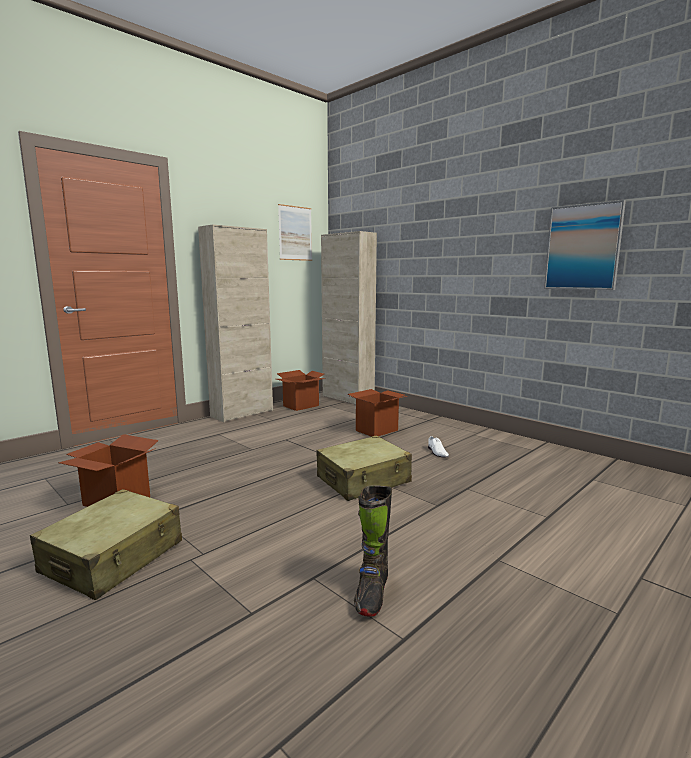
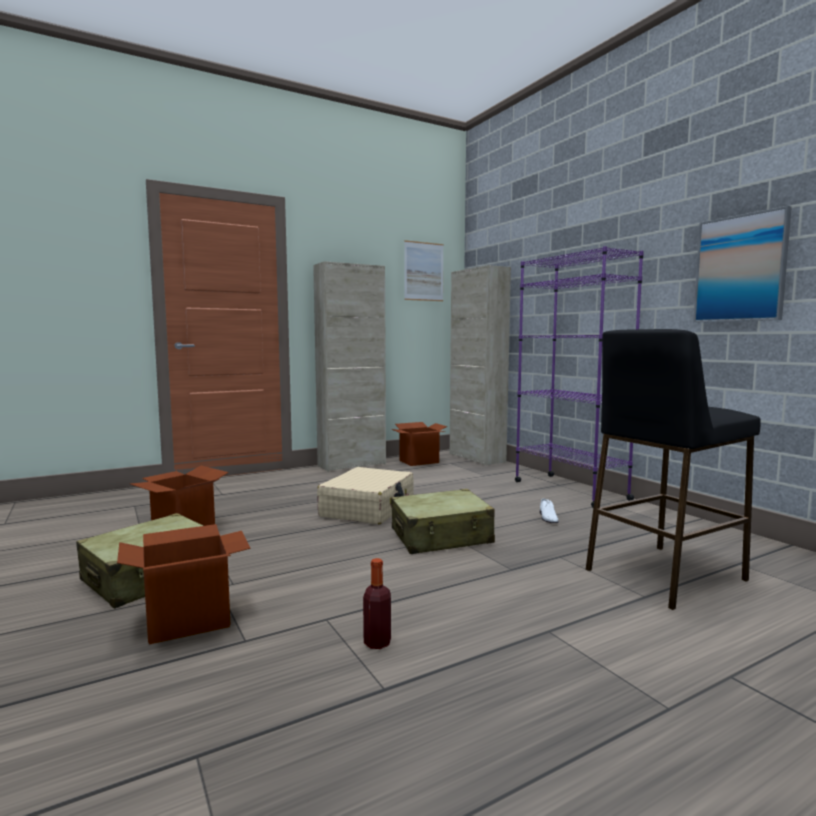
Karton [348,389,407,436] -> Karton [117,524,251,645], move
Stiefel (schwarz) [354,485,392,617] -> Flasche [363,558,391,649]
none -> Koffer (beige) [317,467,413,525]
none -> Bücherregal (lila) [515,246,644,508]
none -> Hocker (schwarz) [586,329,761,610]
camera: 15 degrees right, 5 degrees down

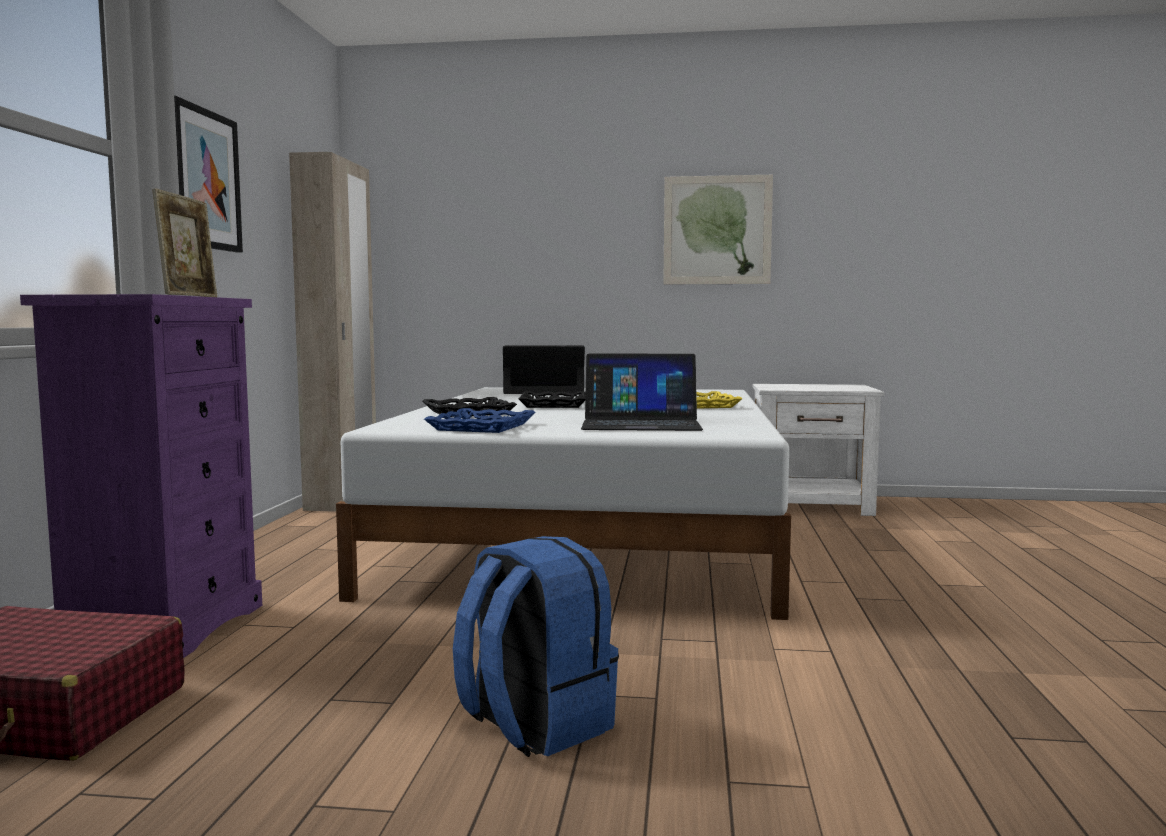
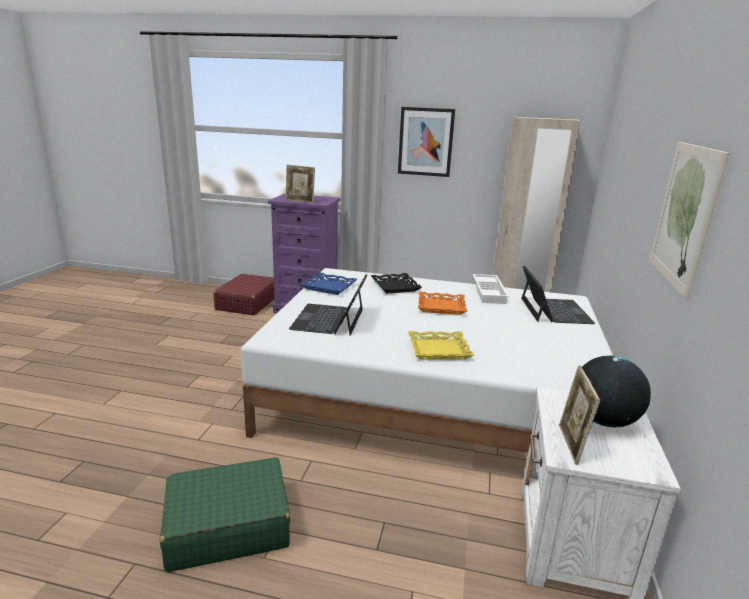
Rucksack (blau) [453,536,619,757] -> none
Tablett (schwarz) [518,391,586,408] -> Tablett (orange) [418,292,467,315]
none -> Koffer (grün) [160,457,290,572]
none -> Tablett (weiß) [473,274,509,304]
none -> Bilderrahmen [559,365,600,465]
none -> Globus [582,356,651,428]
camera: 95 degrees right, 15 degrees up

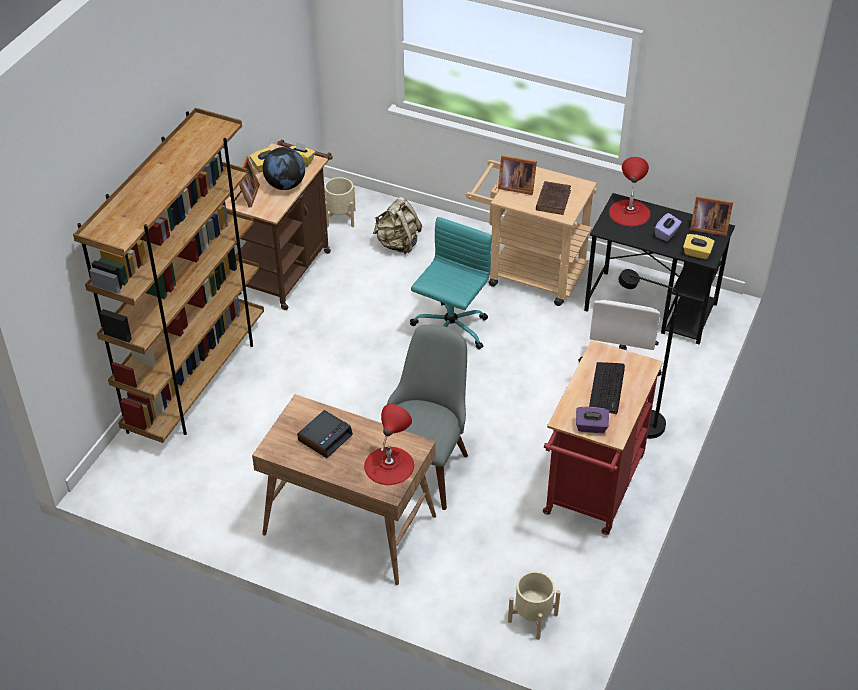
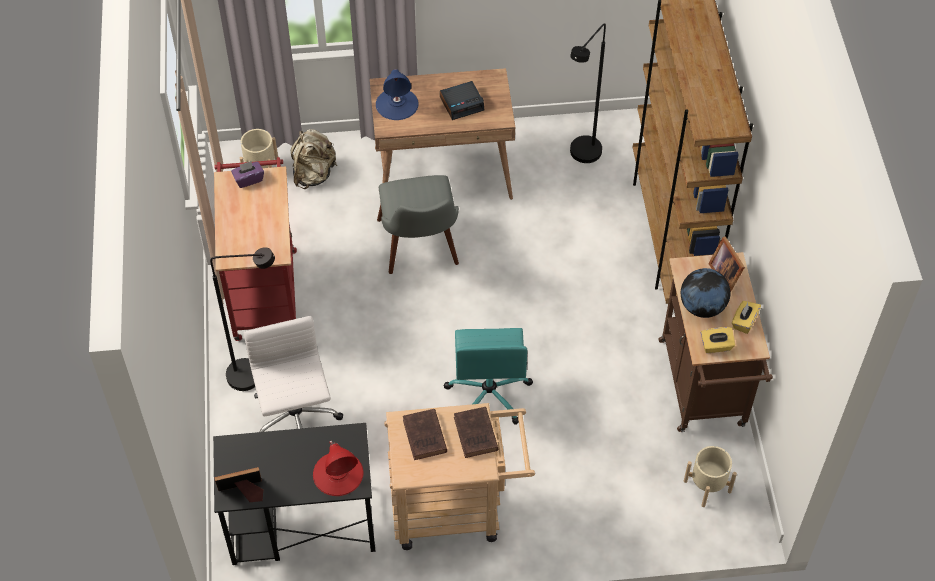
Wecker [297,410,353,458] -> Wecker [440,81,484,120], 120 degrees counterclockwise
Tischlampe (rot) [364,404,414,485] -> Tischlampe (blau) [376,69,419,120]
Rucksack (beige) [373,197,422,254] -> Rucksack (beige) [291,129,337,189], move
Bilderrahmen [498,155,537,195] -> Buch (braun) [454,407,498,458]
Tastatur [589,362,625,414] -> none
Taschentuchbox (lila) [655,213,682,241] -> none
Taschentuchbox (gelb) [683,234,715,259] -> none
none -> Stehlampe (schwarz) [570,23,606,163]
camera: 150 degrees right, 10 degrees up

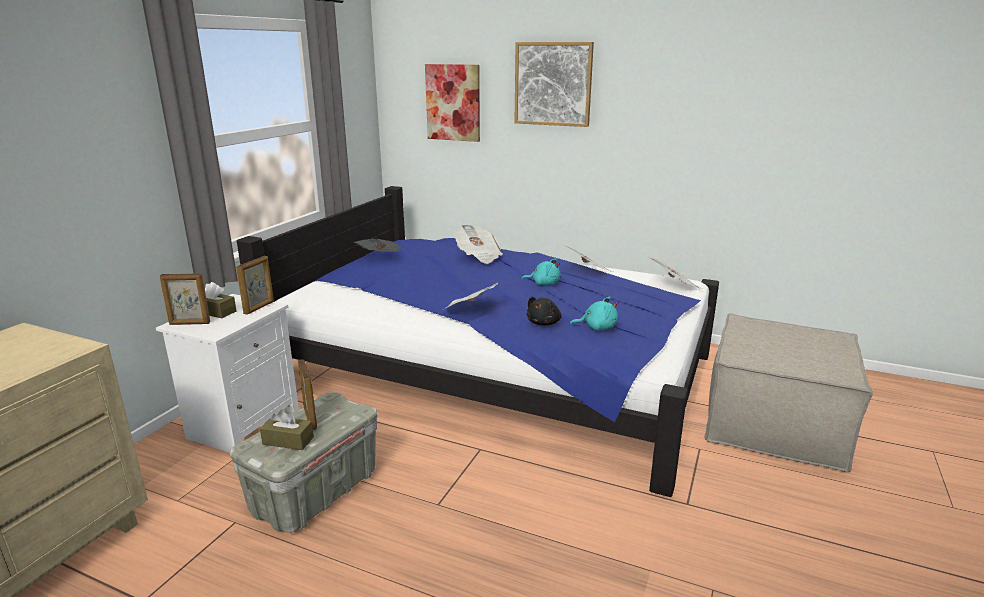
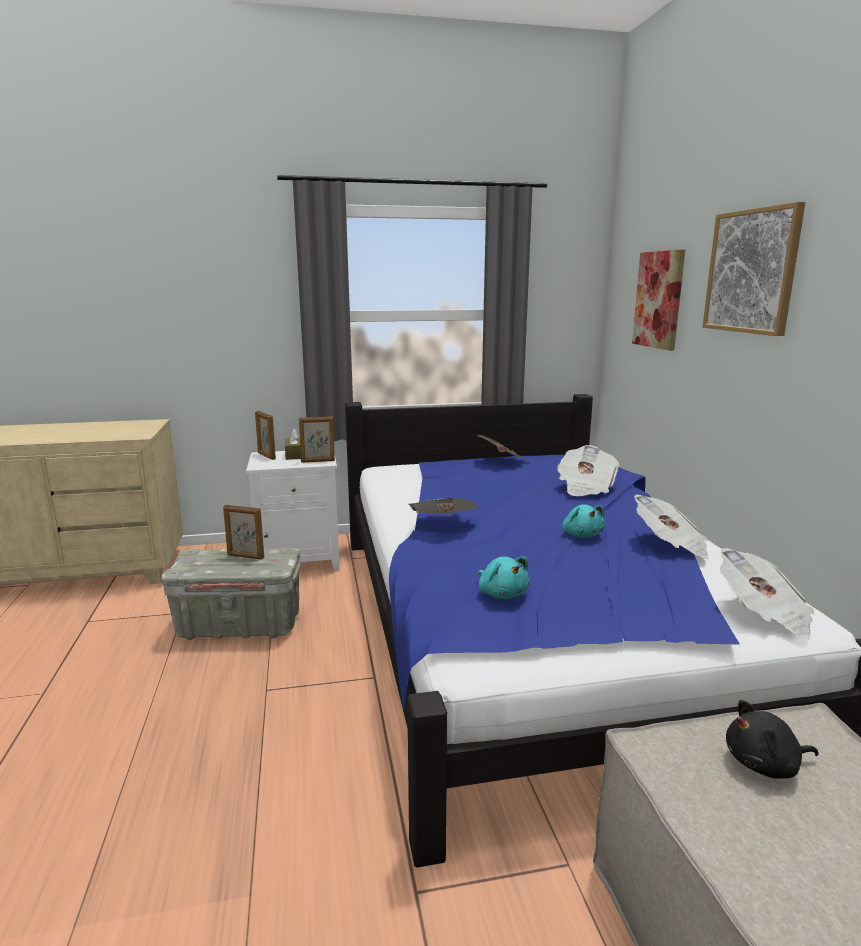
Taschentuchbox (braun) [260,409,314,450] -> none
Bilderrahmen [298,359,317,430] -> Bilderrahmen [223,505,264,560], 75 degrees clockwise
Plüschtier (schwarz) [527,297,561,325] -> Plüschtier (schwarz) [726,700,819,779], move
camera: 55 degrees right, 5 degrees down

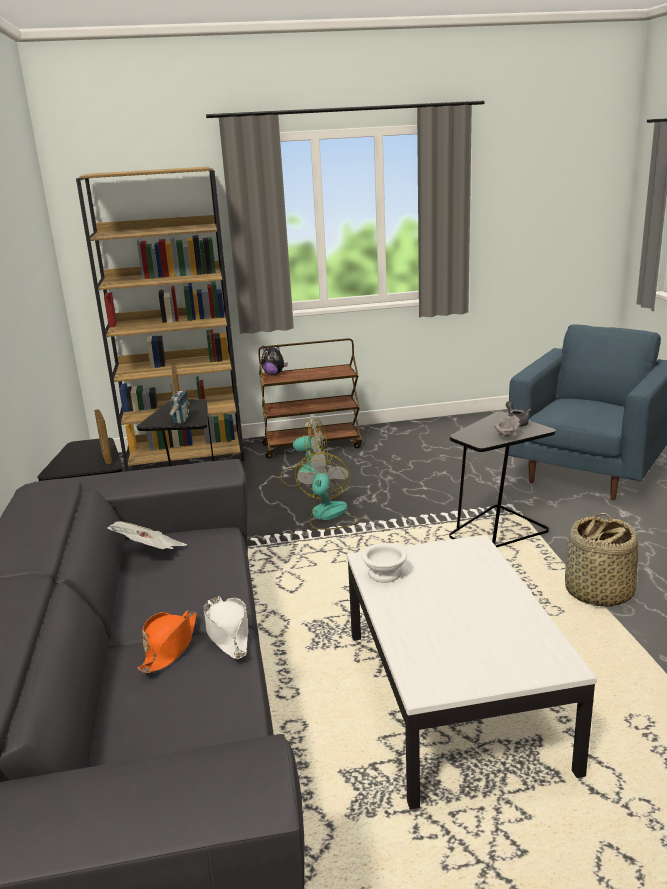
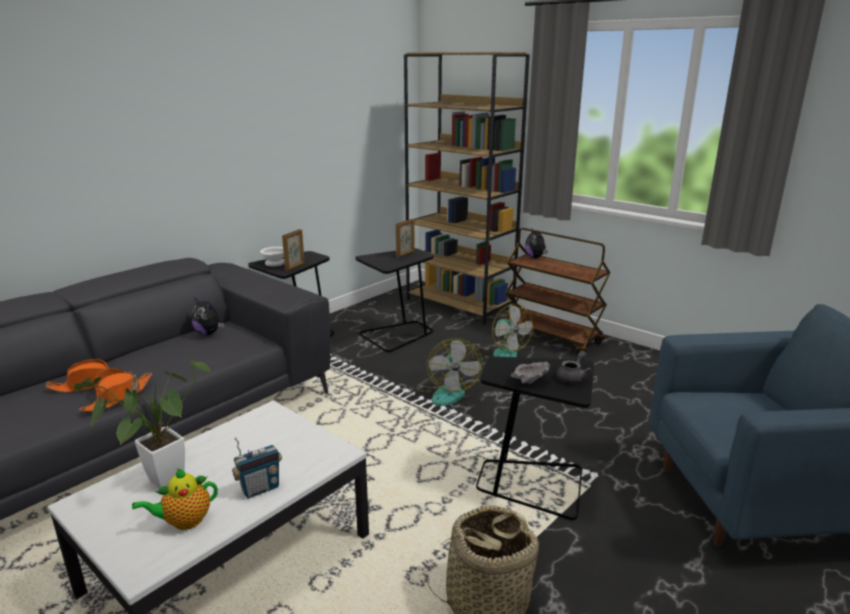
Zeitung [107,521,187,549] -> Plüschtier [191,297,224,335]
Radio [169,384,190,424] -> Radio [232,437,282,498], move
Hut (weiß) [203,596,248,659] -> Hut (orange) [79,368,152,412]
Ventilator [295,453,360,530] -> Ventilator [416,338,483,406], 120 degrees clockwise
Schüssel (weiß) [362,543,407,583] -> Schüssel (weiß) [260,247,284,267], move
none -> Topfpflanze [74,359,212,489]
none -> Teekanne [132,468,218,530]
camera: 50 degrees right, 0 degrees up

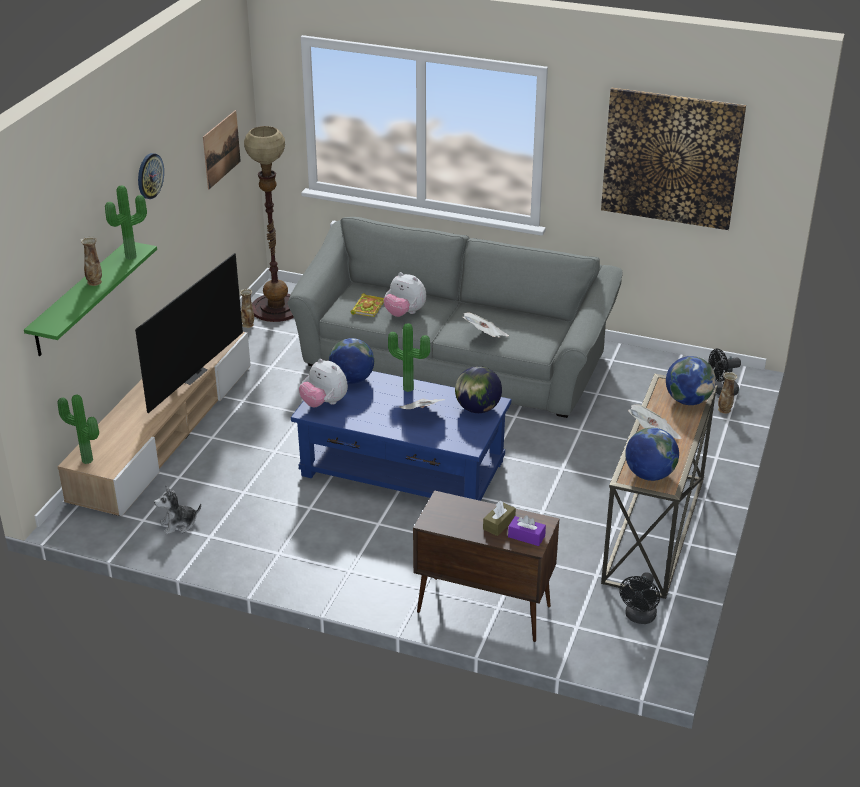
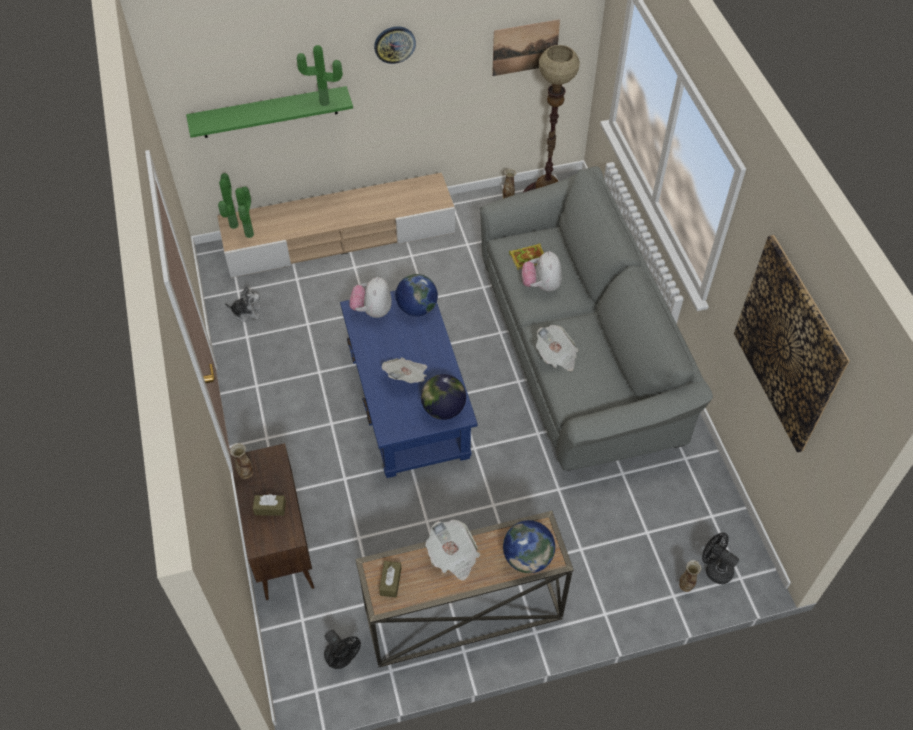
Vase [81,236,102,286] -> Vase [230,443,253,479], move
Fernseher [135,253,243,413] -> none
Plüschtier [154,485,201,535] -> Plüschtier [225,286,262,322], 150 degrees clockwise
Topfpflanze [388,323,430,392] -> Topfpflanze [235,187,254,238], move
Taschentuchbox (lila) [508,515,546,546] -> none
Ventilator (schwarz) [619,572,660,624] -> Ventilator (schwarz) [324,630,361,669], 120 degrees counterclockwise
Globus [625,428,679,481] -> Taschentuchbox (braun) [379,561,401,597]
camera: 55 degrees right, 20 degrees up

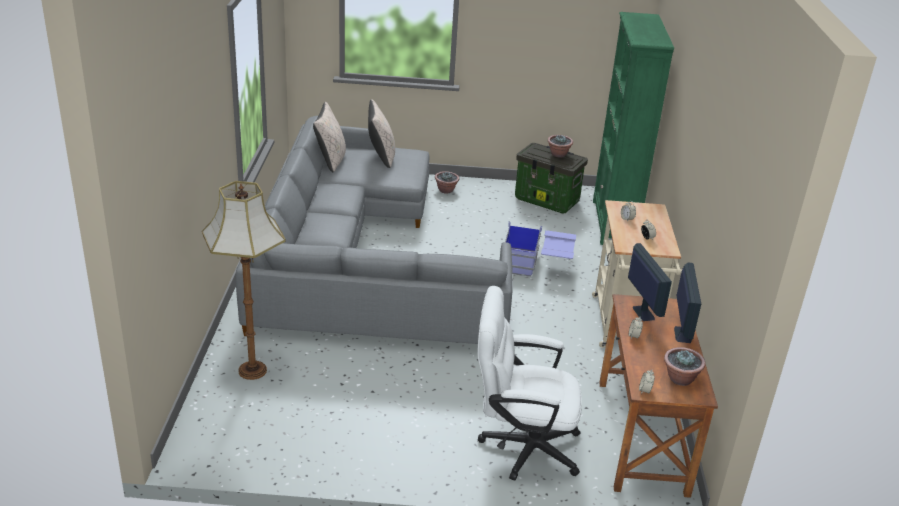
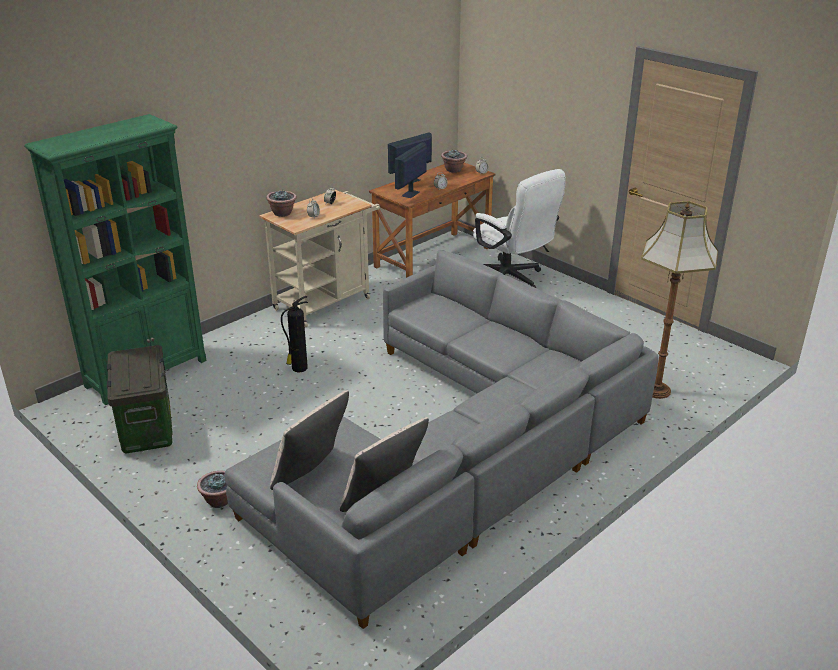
Aufbewahrungsbox (blau) [505,221,576,277] -> Feuerlöscher [281,296,308,372]
Topfpflanze [548,135,573,158] -> Topfpflanze [266,190,297,217], move
camera: 135 degrees left, 0 degrees up

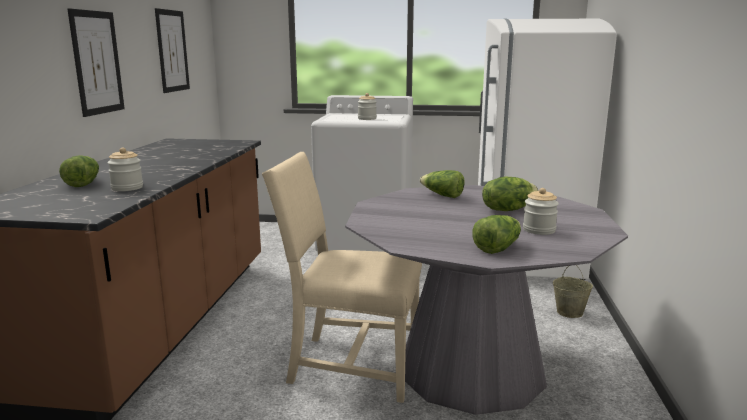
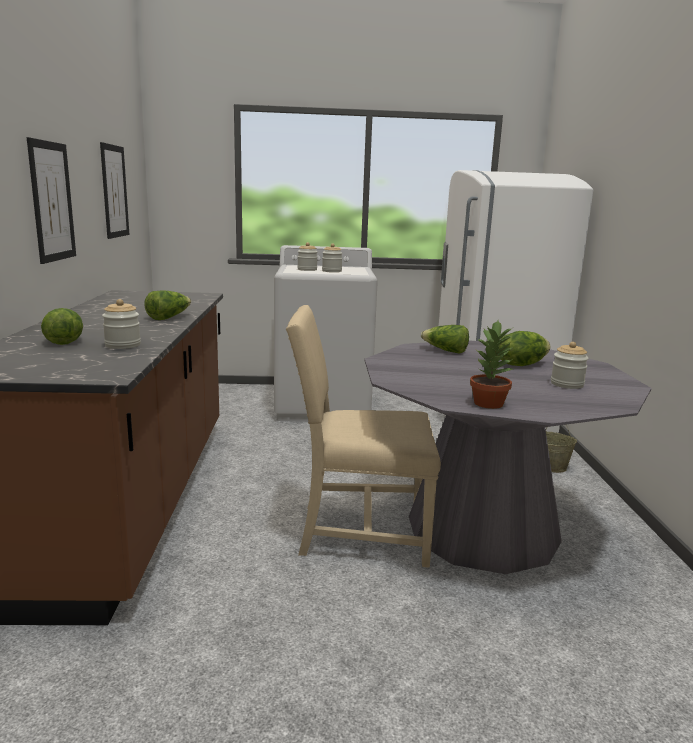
Salatkopf [473,215,521,254] -> Salatkopf [144,291,191,320], move
none -> Vorratsglas [297,242,317,271]
none -> Topfpflanze [470,321,513,409]
camera: 10 degrees left, 0 degrees up

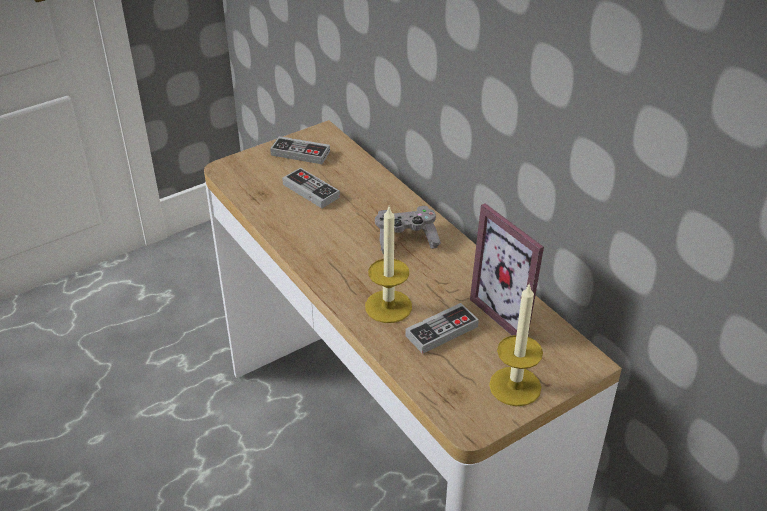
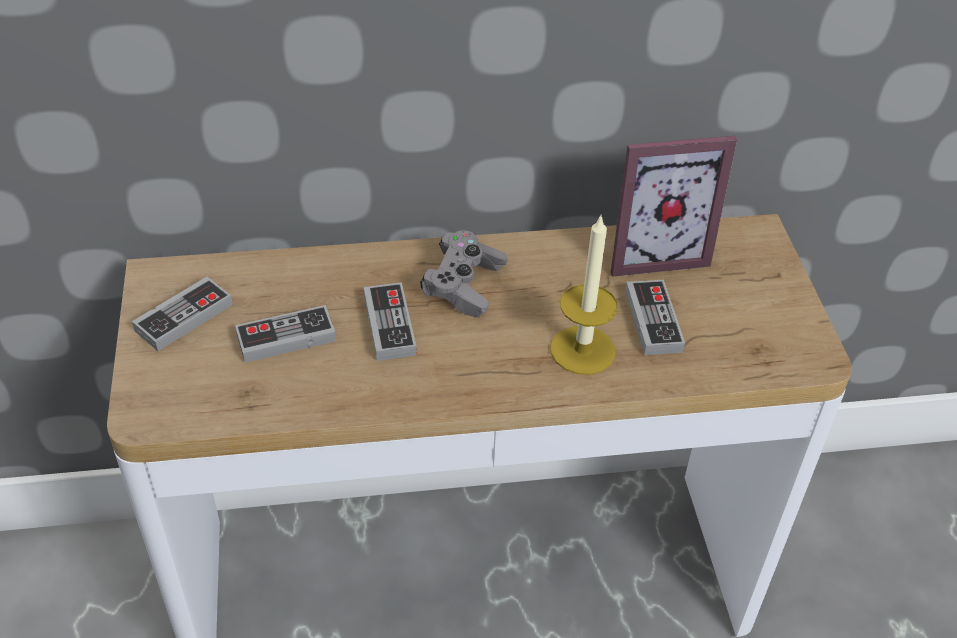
Kerze [489,283,543,406] -> none
none -> Gamepad [364,282,417,361]
camera: 65 degrees left, 5 degrees up

